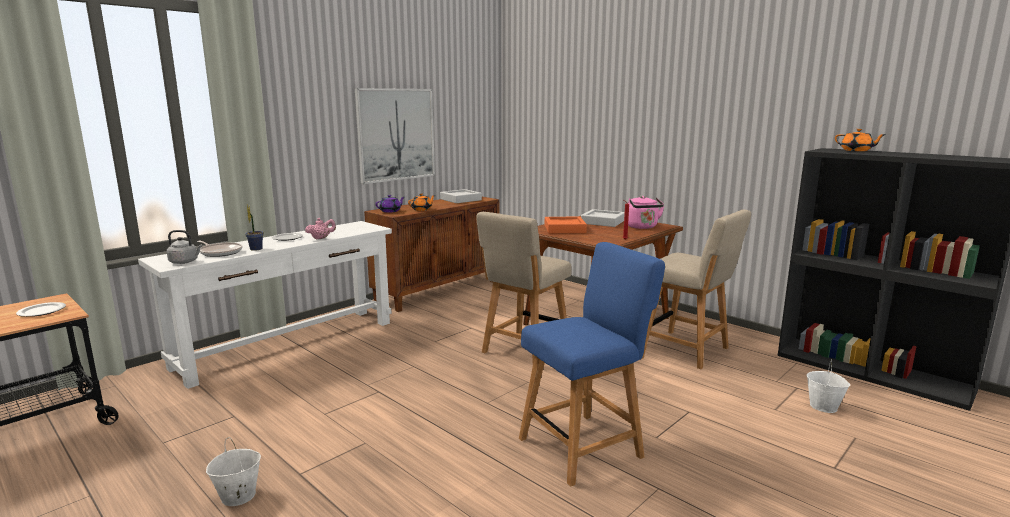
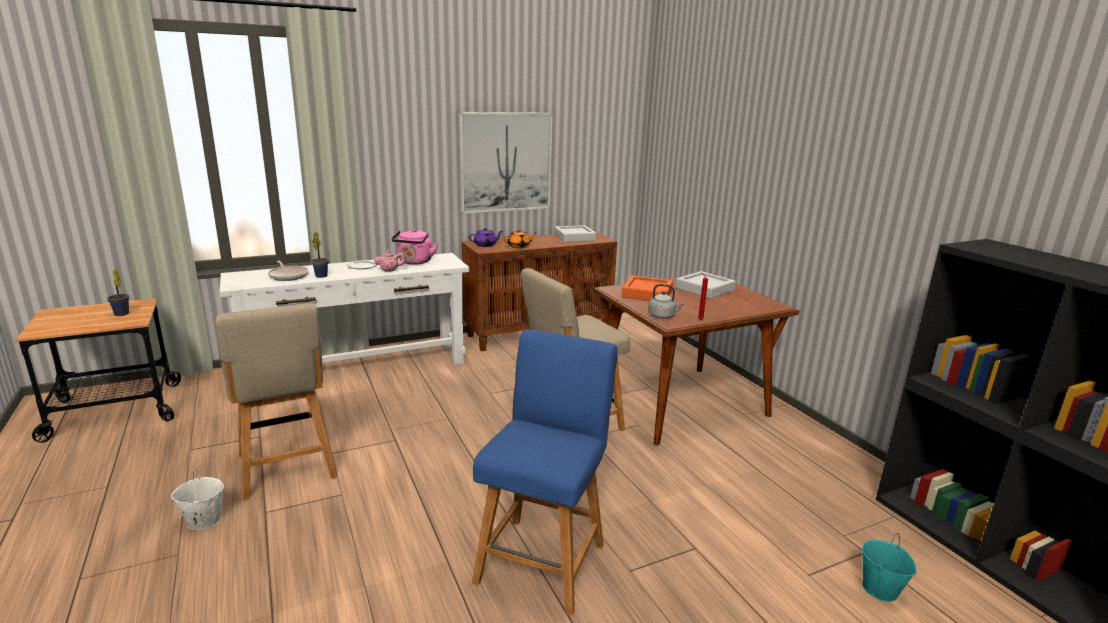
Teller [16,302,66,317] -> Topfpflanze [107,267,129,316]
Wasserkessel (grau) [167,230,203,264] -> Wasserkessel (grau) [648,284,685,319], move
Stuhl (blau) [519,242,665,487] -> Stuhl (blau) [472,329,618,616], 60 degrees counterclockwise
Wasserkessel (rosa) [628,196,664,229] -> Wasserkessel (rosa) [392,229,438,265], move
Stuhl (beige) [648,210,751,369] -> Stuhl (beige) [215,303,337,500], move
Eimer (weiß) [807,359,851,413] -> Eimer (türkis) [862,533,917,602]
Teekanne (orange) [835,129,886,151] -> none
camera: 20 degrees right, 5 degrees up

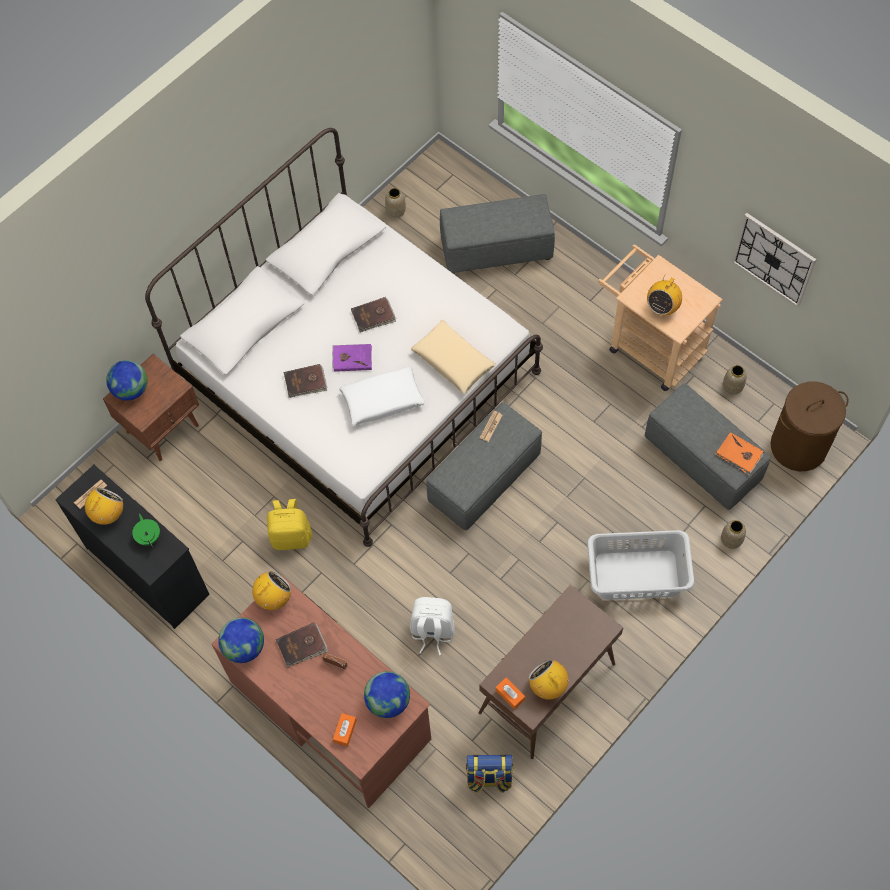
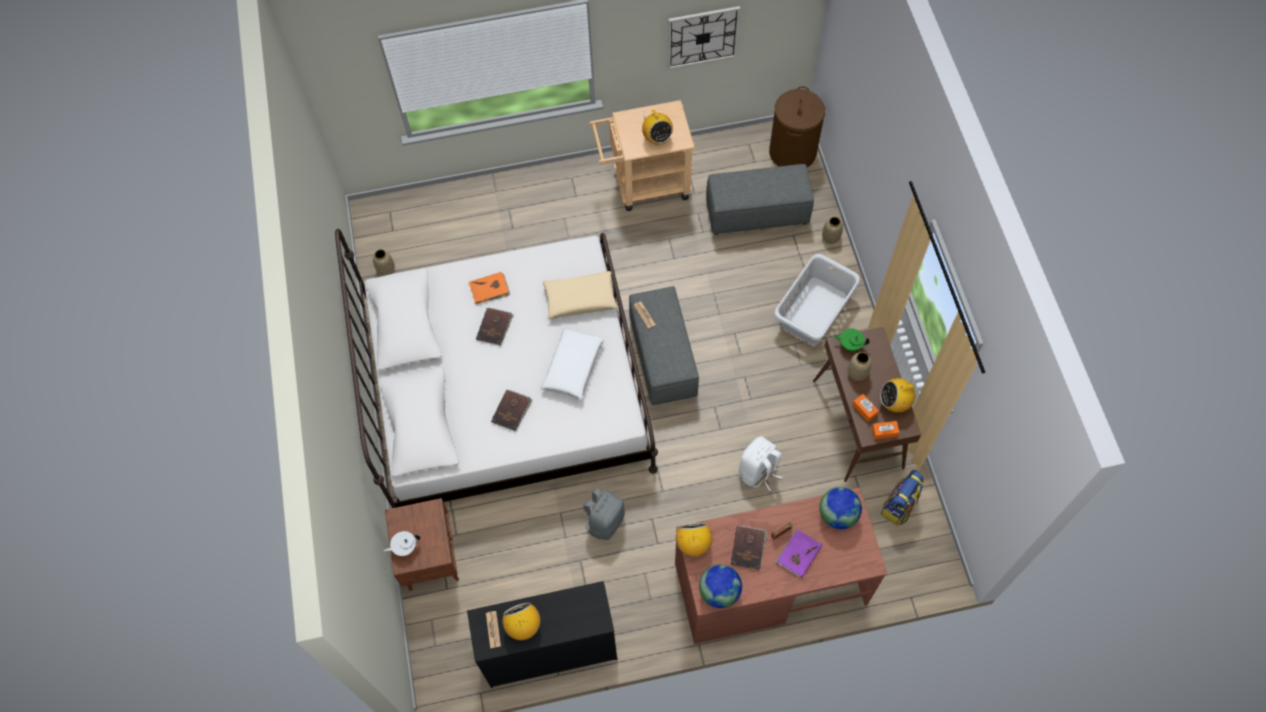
Globus [106,360,148,401] -> Teekanne (weiß) [384,531,420,556]
Teekanne (grün) [132,514,160,548] -> Teekanne (grün) [834,329,870,351], move
Rucksack (gelb) [267,499,312,550] -> Rucksack (grau) [581,488,625,540]
Buch (lila) [332,344,372,372] -> Buch (lila) [775,529,822,578], move
Taschentuchbox (orange) [333,713,357,747] -> Taschentuchbox (orange) [852,394,879,422], move
Polsterhocker (grau) [440,194,555,274] -> none
Buch (orange) [715,432,764,475] -> Buch (orange) [469,272,510,304], move
Vase [723,365,747,395] -> Vase [848,352,872,381], move
camera: 55 degrees left, 0 degrees up

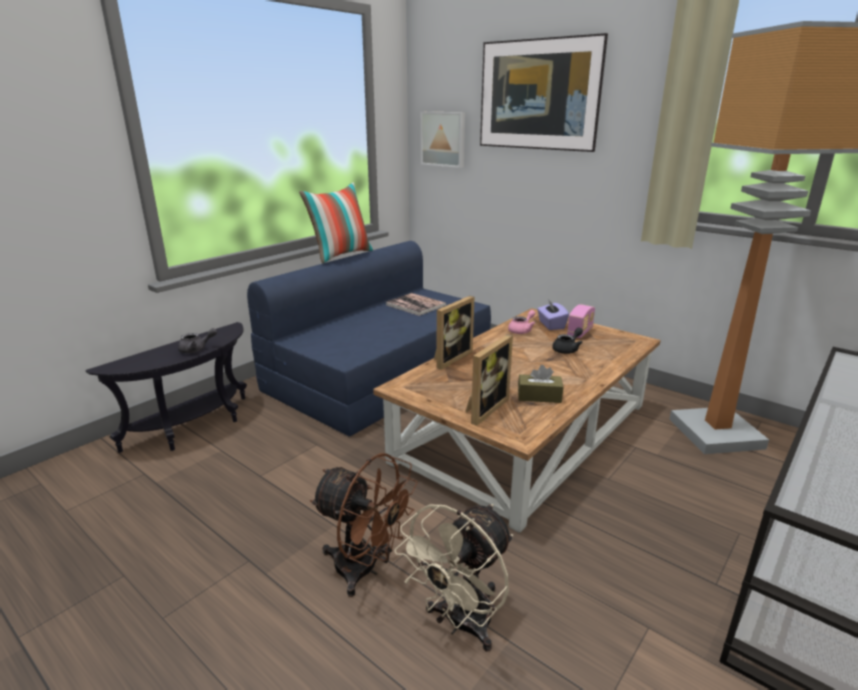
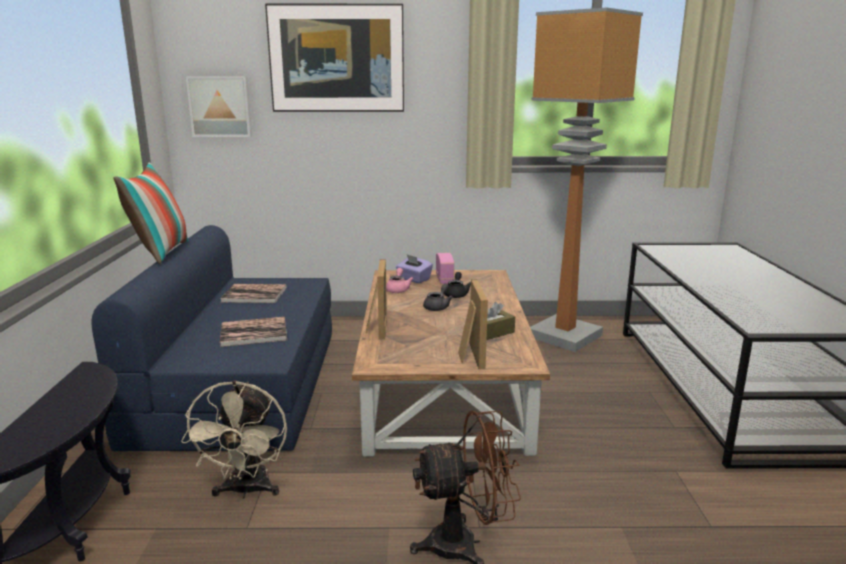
Teekanne (grau) [178,328,217,353] -> Teekanne (grau) [423,284,453,311], move
Ventilator (beige) [394,504,513,652] -> Ventilator (beige) [181,381,287,499], move
none -> Buch [220,317,287,347]
camera: 40 degrees left, 5 degrees down

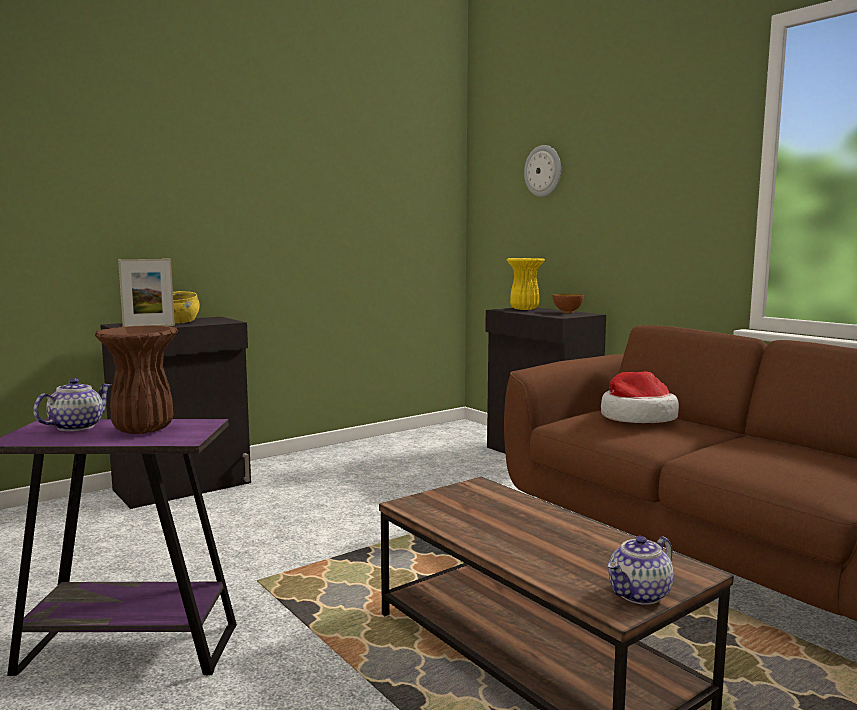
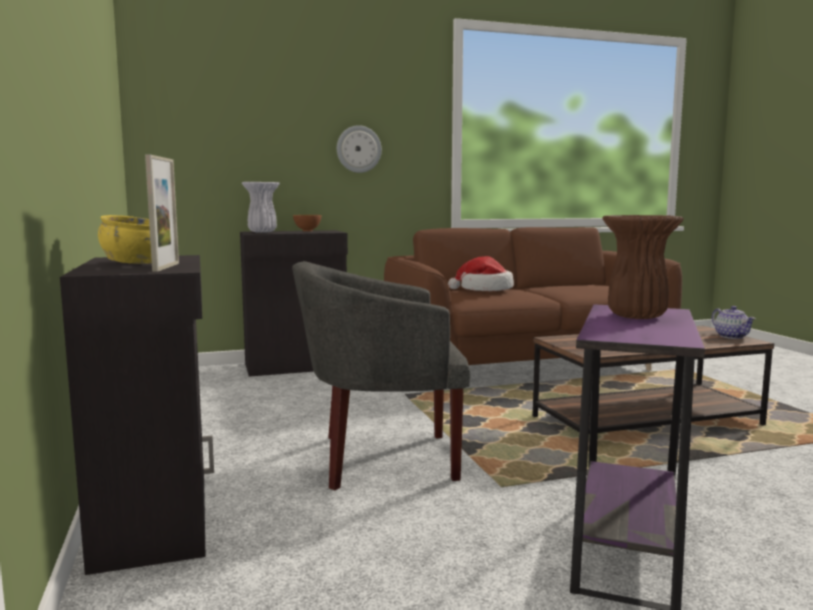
Teekanne [33,378,111,431] -> none
Vase (gelb) [506,258,545,310] -> Vase (weiß) [242,182,280,232]
Wanduhr [524,145,561,197] -> Wanduhr [337,125,382,173], move
none -> Sessel (grau) [292,261,471,490]
camera: 70 degrees left, 0 degrees up

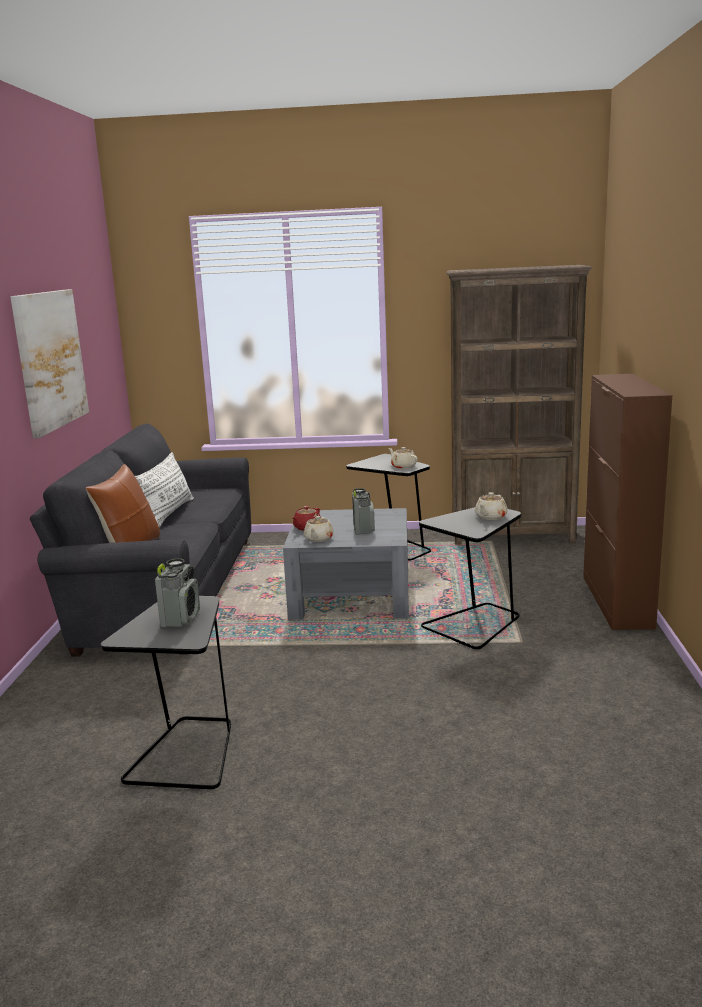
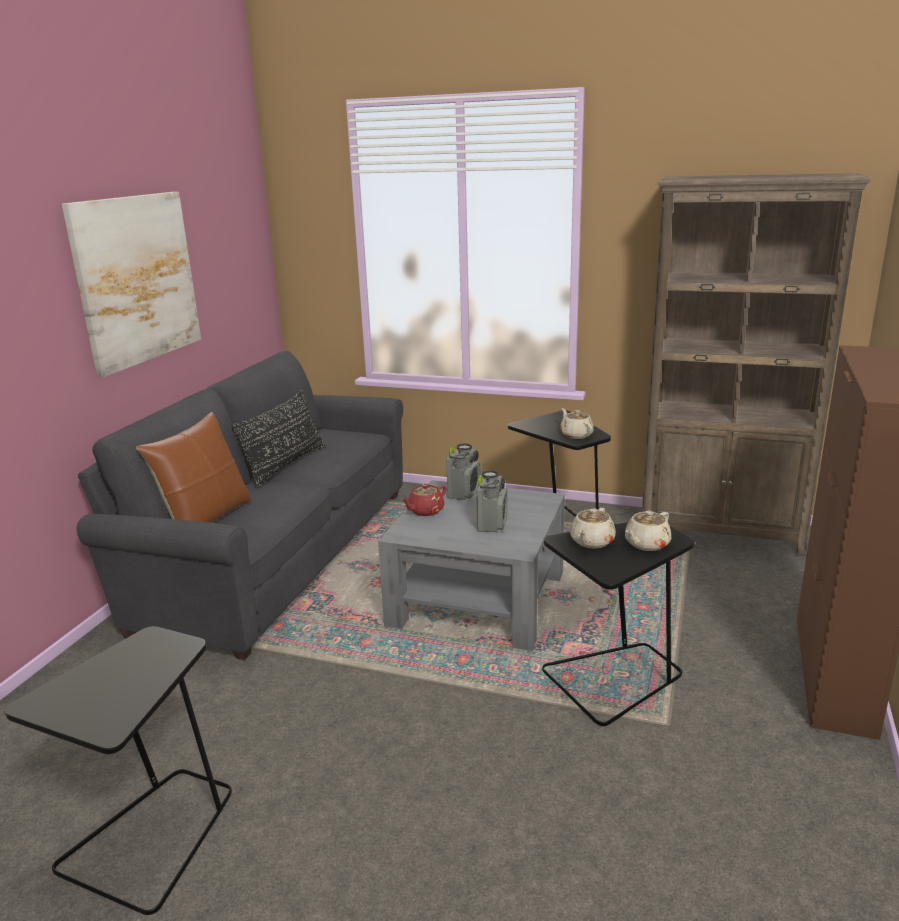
Kissen (weiß) [135,452,194,528] -> Kissen (schwarz) [231,390,325,488]
Radio [155,558,200,627] -> Radio [446,443,481,500], move
Teekanne (beige) [304,516,334,542] -> Teekanne (beige) [570,508,616,548], move
camera: 15 degrees right, 5 degrees up

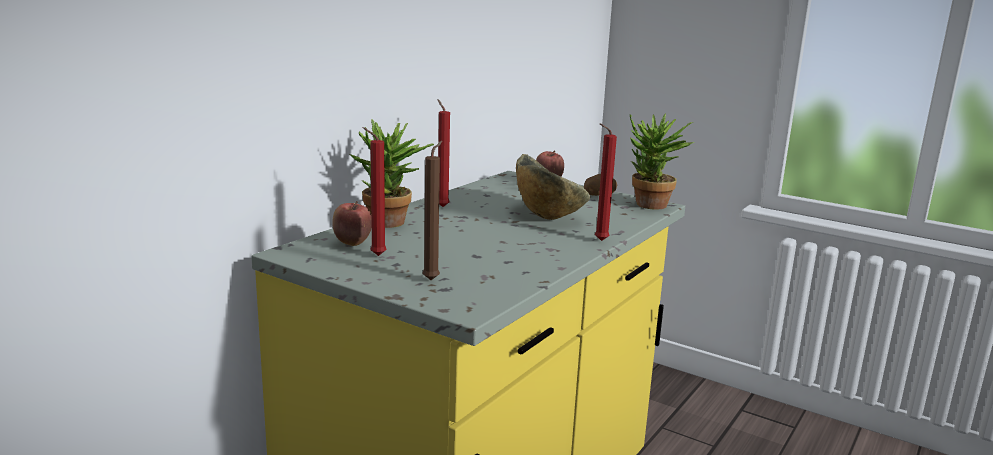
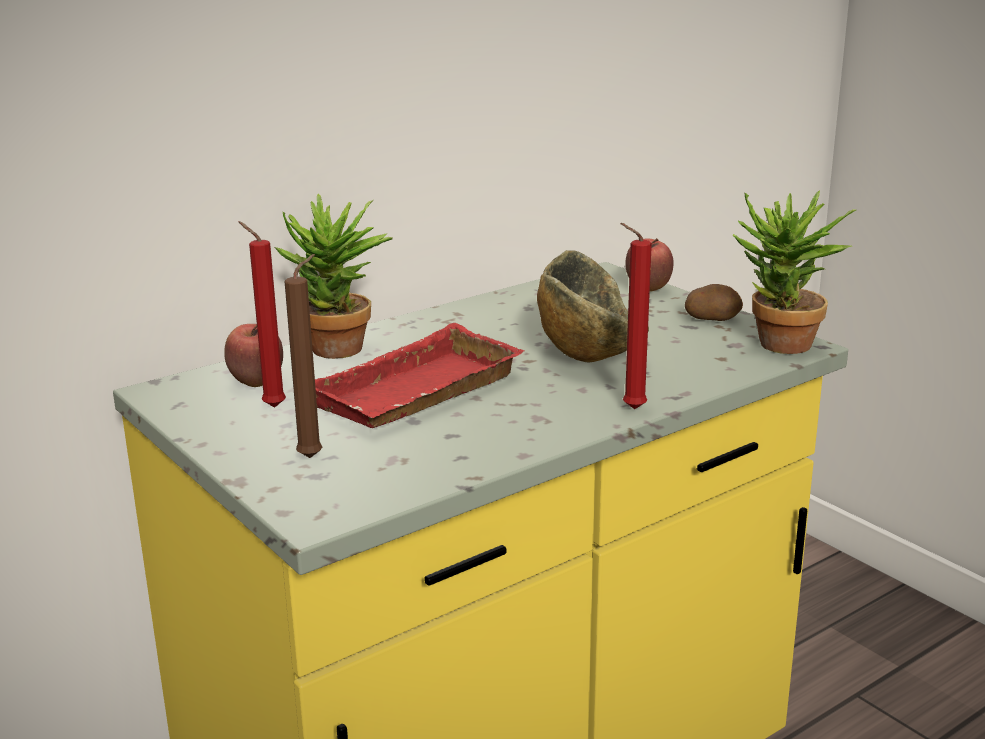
Kerze (rot) [438,99,450,207] -> none
none -> Tablett (rot) [315,323,525,428]
camera: 20 degrees right, 5 degrees up

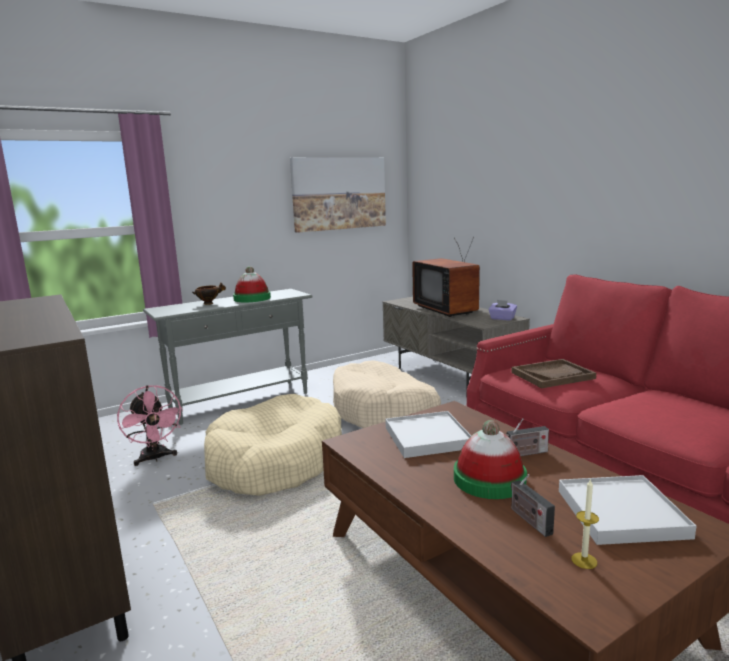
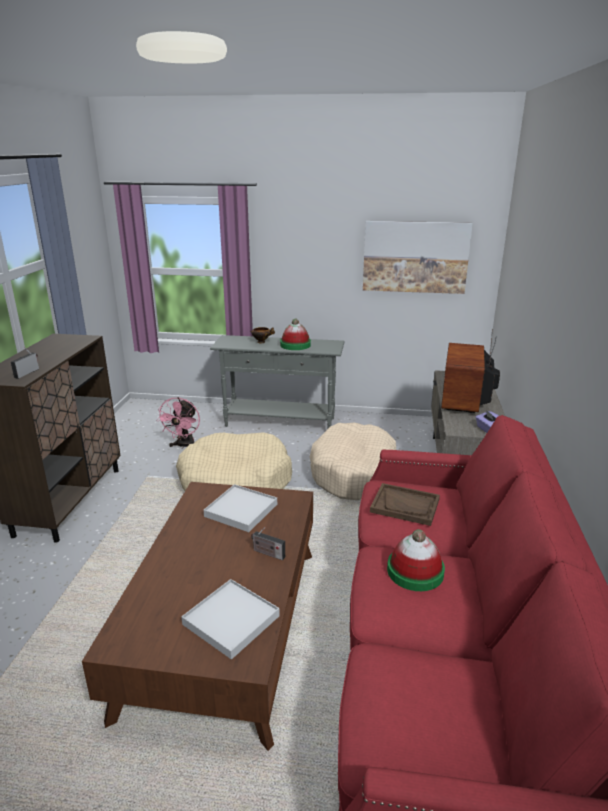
Hut [454,420,527,499] -> Hut [387,529,445,591], move
Radio [511,474,555,537] -> Radio [11,347,39,379], move
Kerze [571,478,599,569] -> none
camera: 40 degrees right, 10 degrees up

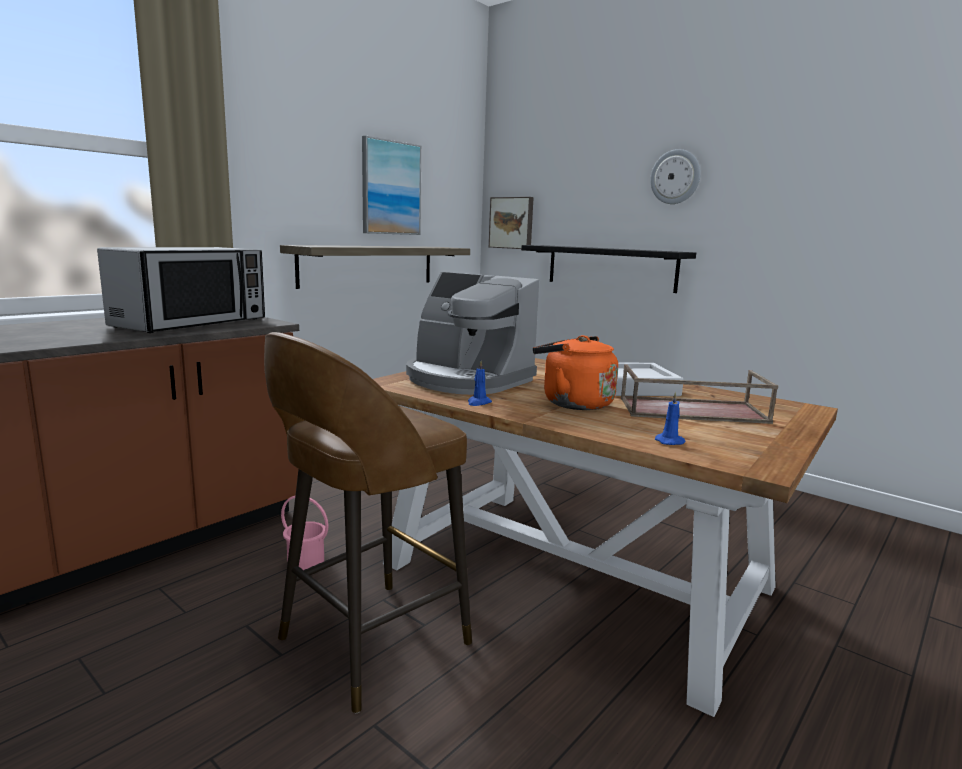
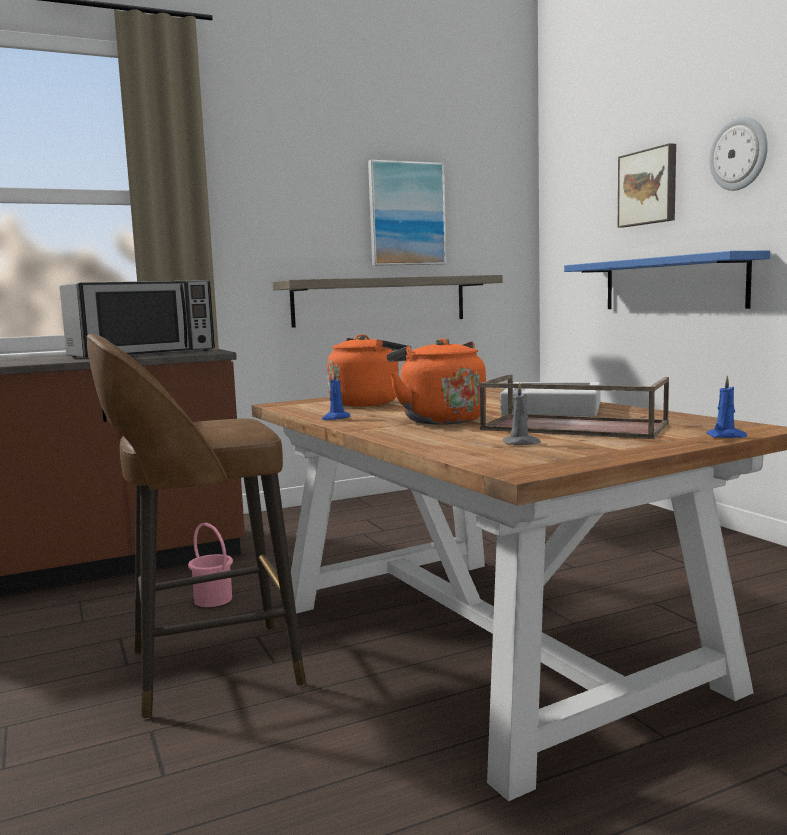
Kaffeemaschine [406,272,539,395] -> Wasserkessel (orange) [327,334,408,407]
Bild [489,197,534,249] -> Bild [618,143,676,227], move
Wandregal (schwarz) [521,245,696,293] -> Wandregal (blau) [564,251,770,309]
Kerze (blau) [655,392,686,445] -> Kerze (blau) [707,375,747,438], move
none -> Kerze (grau) [503,383,541,445]
camera: 25 degrees right, 5 degrees down

